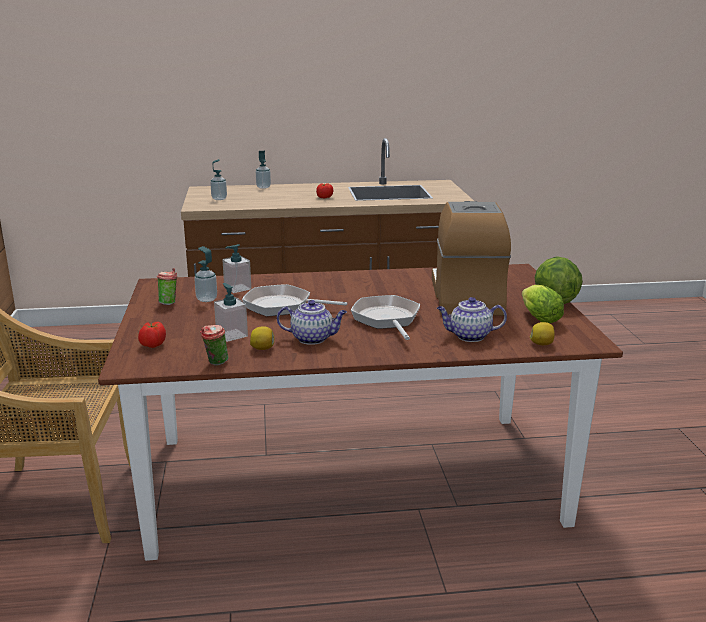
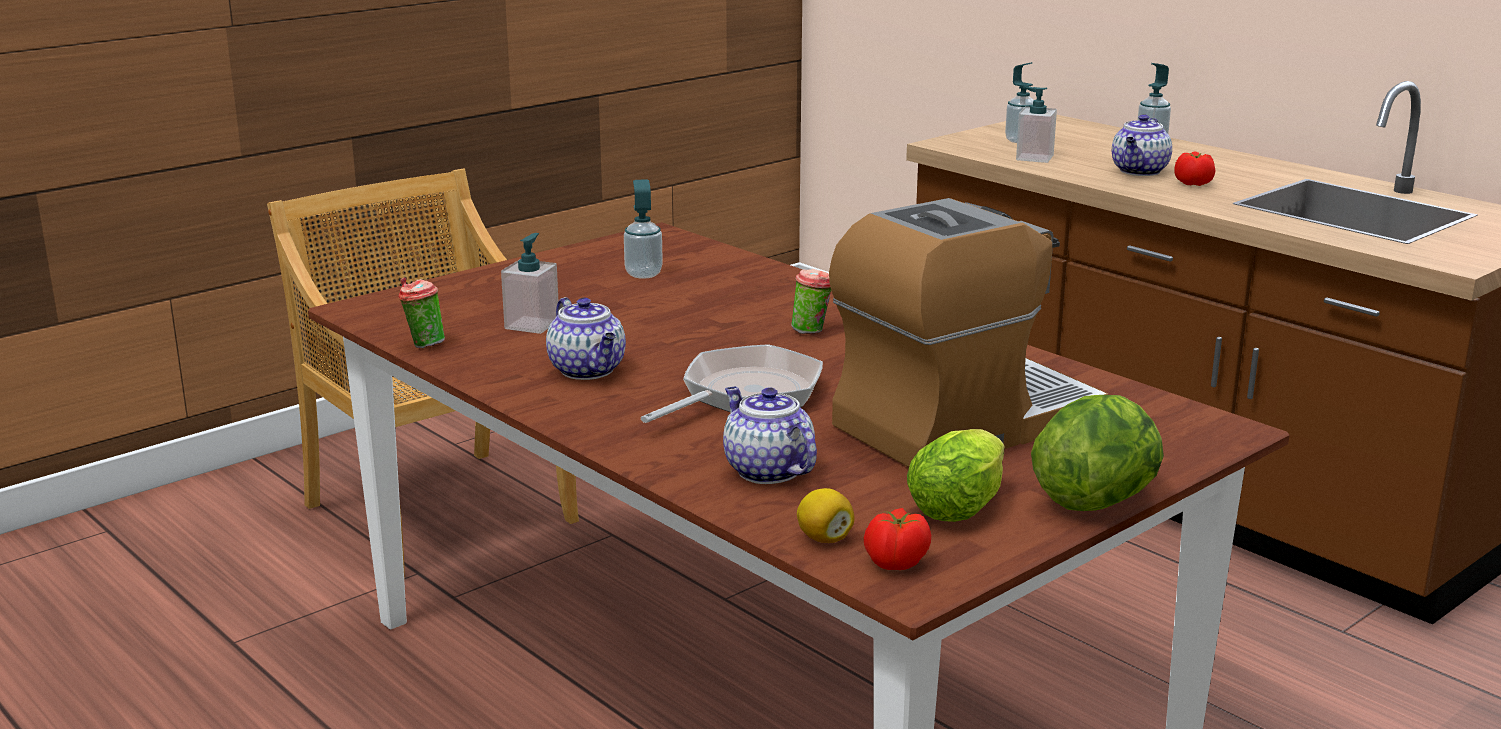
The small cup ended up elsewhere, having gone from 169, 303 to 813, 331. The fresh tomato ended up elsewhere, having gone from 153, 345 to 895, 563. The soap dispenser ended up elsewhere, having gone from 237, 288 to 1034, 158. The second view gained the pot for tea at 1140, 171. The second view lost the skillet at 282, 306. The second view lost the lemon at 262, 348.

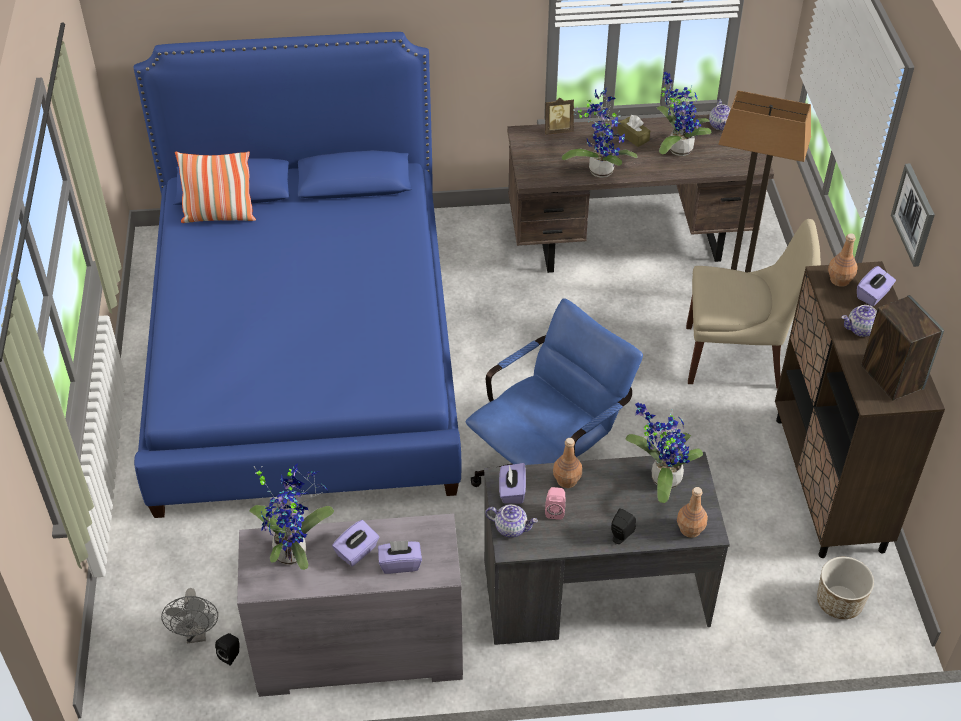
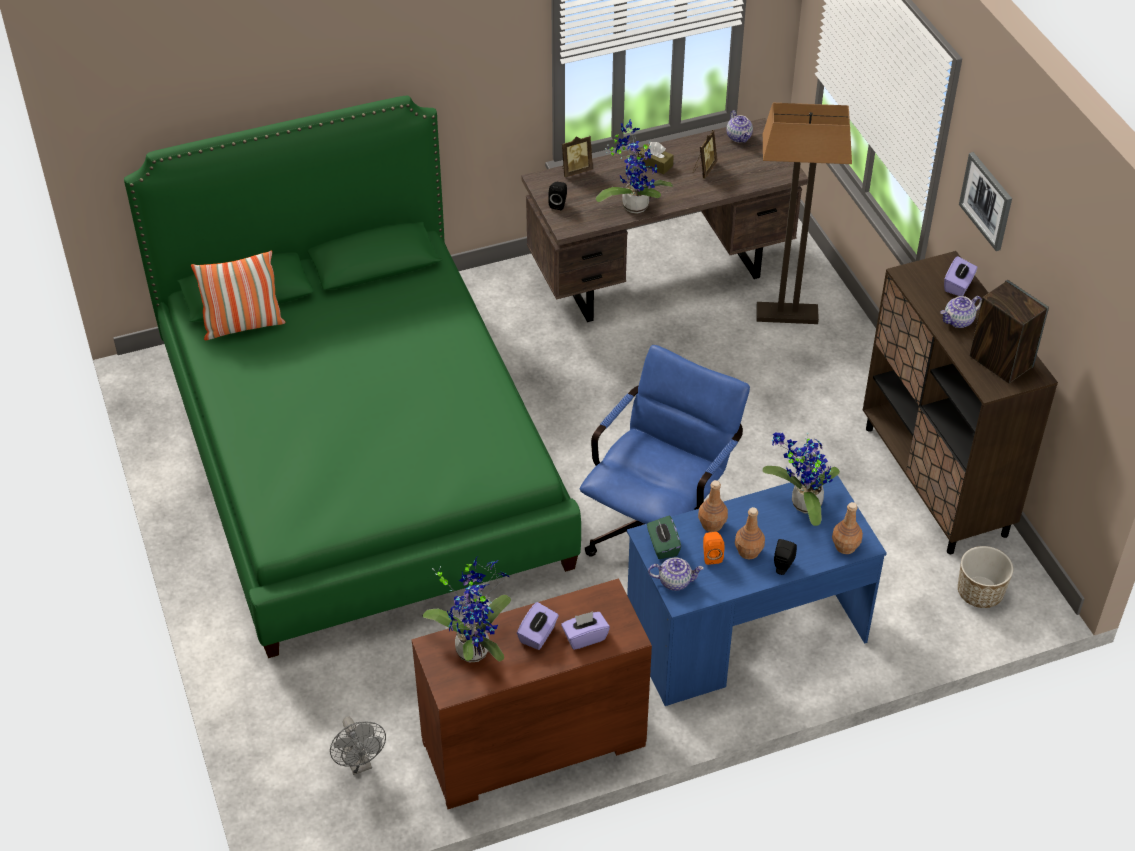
What was the bedroom bed/blue-coloured at 303, 352 turned into the bedroom bed/green-coloured at 360, 455. What was the chest of drawers/gray at 359, 654 turned into the chest of drawers/brownish at 533, 745. The speaker/black ended up elsewhere, having gone from 231, 655 to 558, 204. What was the desk table/gray at 594, 593 turned into the desk table/blue-coloured at 745, 635. What was the tissue box/purple-coloured at 512, 491 turned into the tissue box/green-coloured at 663, 546. Where the potted plant stood at 677, 148, the picture frame came to stand at 704, 169. What was the speaker/pinkish at 555, 511 turned into the speaker/orange-coloured at 711, 556. The bottle/brownish ended up elsewhere, having gone from 839, 280 to 748, 551. The second view lost the chair/beige-coloured at 737, 357.

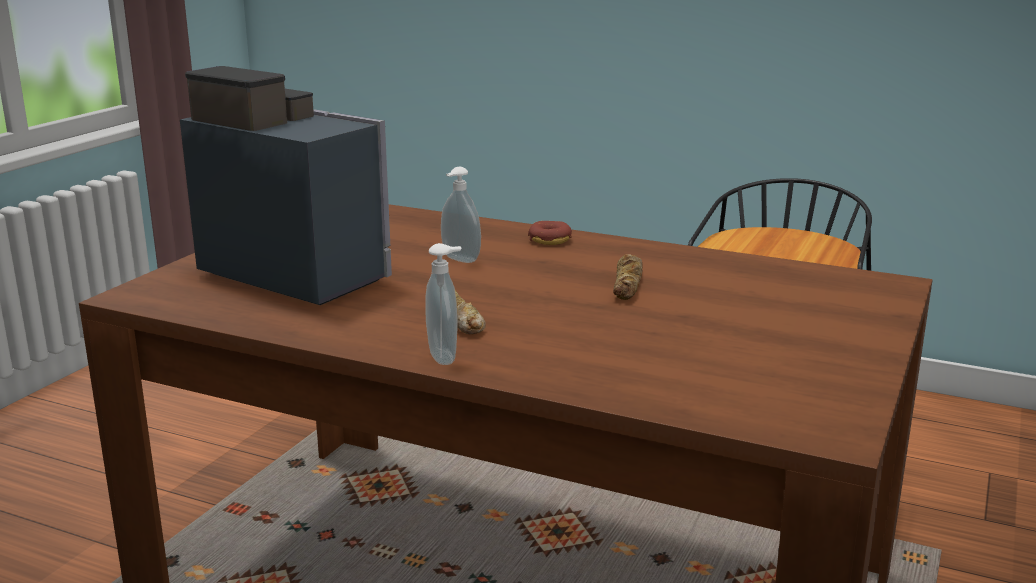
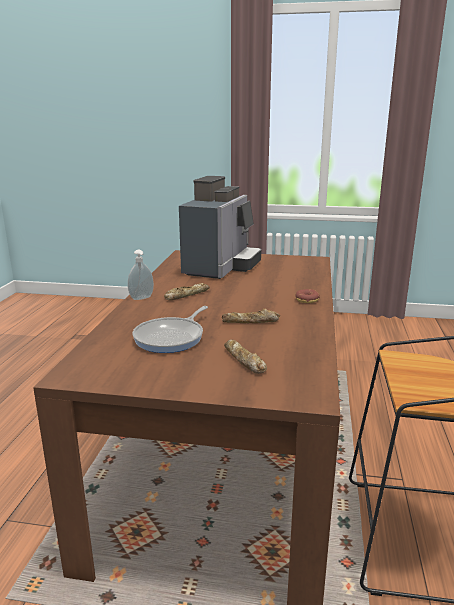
The second view gained the skillet at 171, 338. The second view gained the baked bread at 243, 360. The second view lost the soap dispenser at 459, 260.

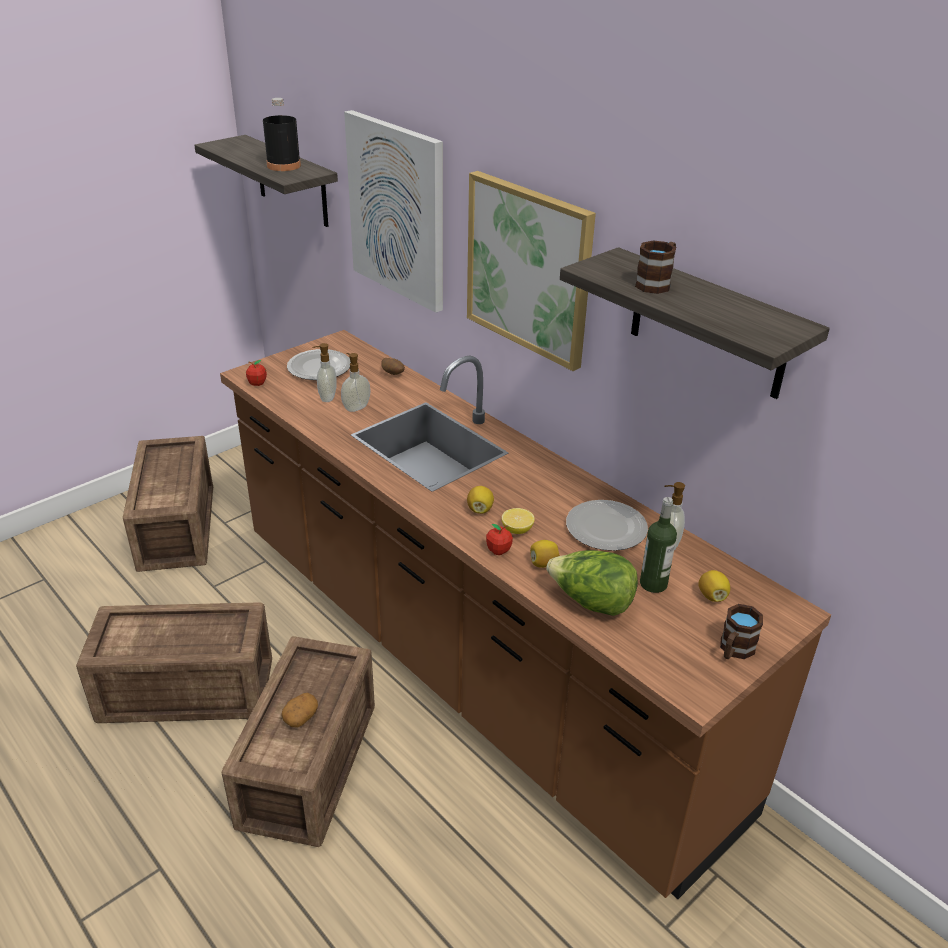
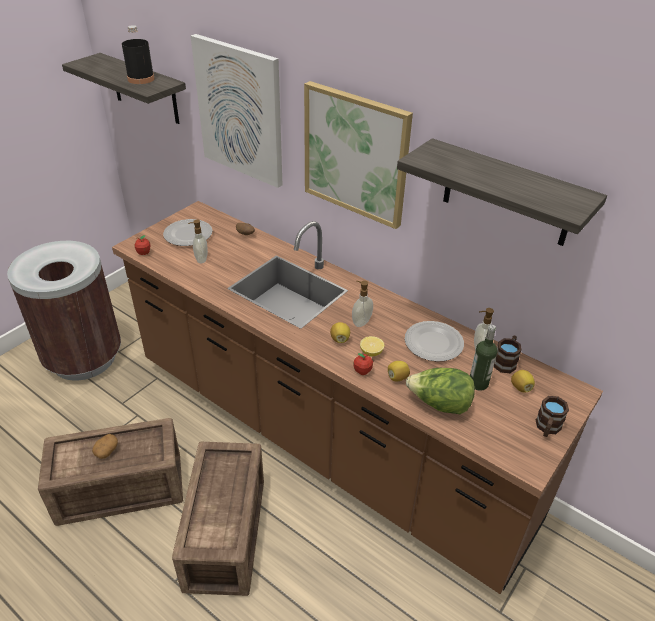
Where the crate stood at 179, 525, the rubbish bin/brownish came to stand at 84, 358. The spud ended up elsewhere, having gone from 300, 716 to 106, 450. The soap dispenser ended up elsewhere, having gone from 356, 407 to 361, 322. The mug/brownish ended up elsewhere, having gone from 656, 283 to 506, 361.

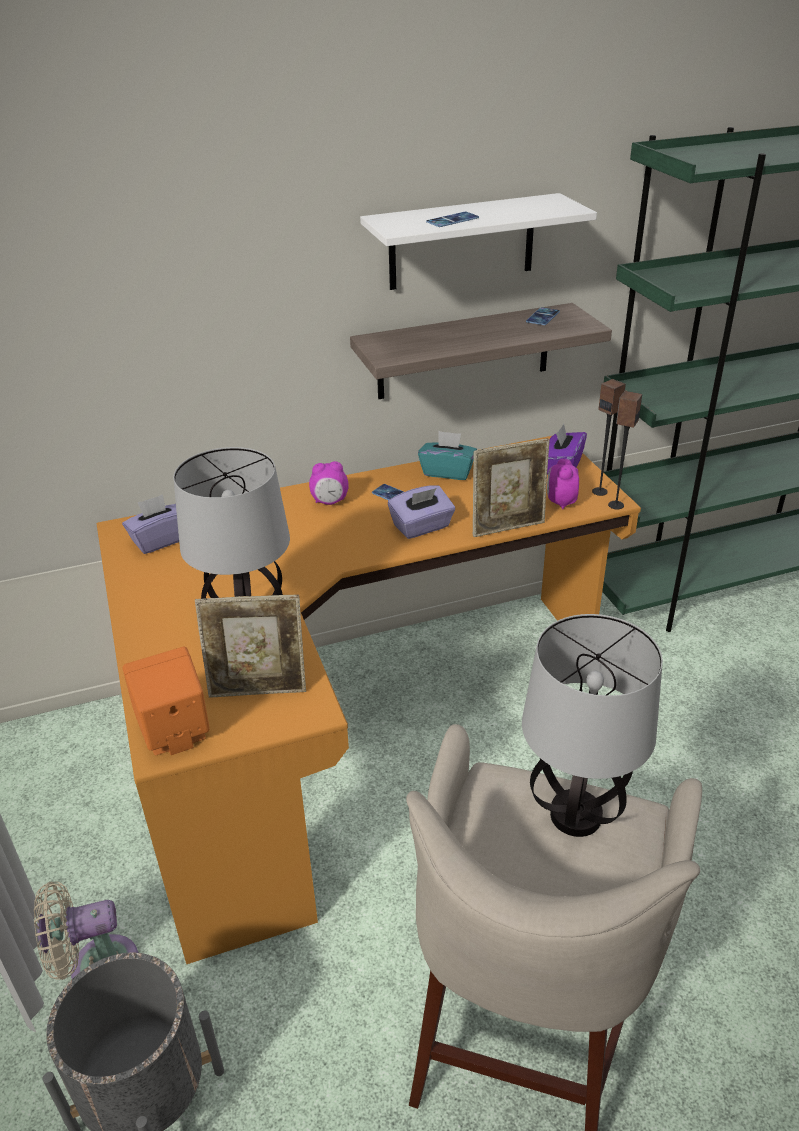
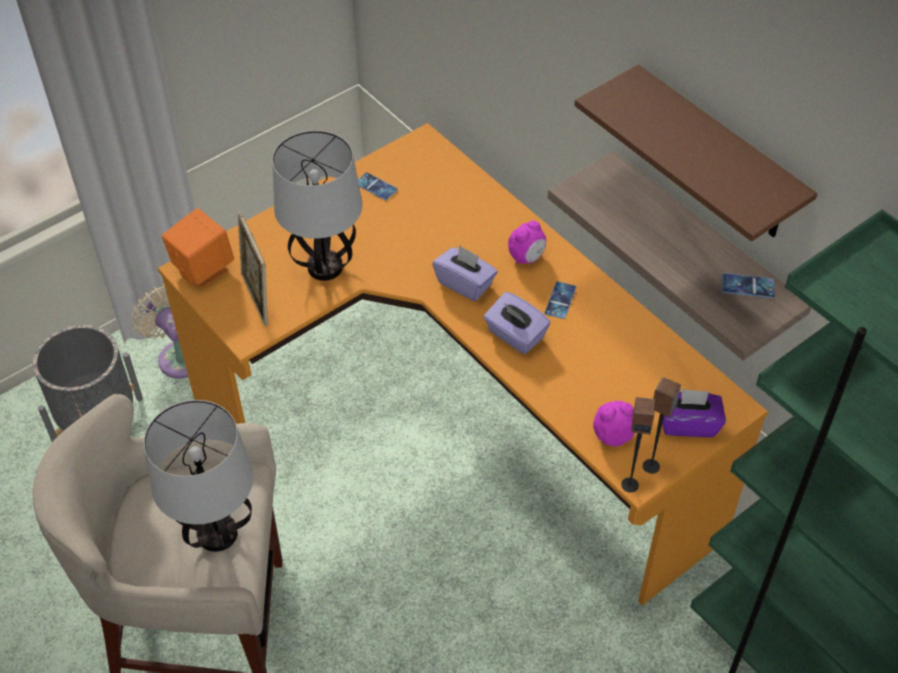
The telephone ended up elsewhere, having gone from 452, 220 to 376, 187. The tissue box/purple-coloured ended up elsewhere, having gone from 160, 540 to 465, 284. The alarm clock at 330, 502 ended up facing another way, 105 degrees counterclockwise from before. What was the bracket shelf/whitish at 462, 242 turned into the bracket shelf/brownish at 717, 157. The second view lost the tissue box/blue-green at 447, 472. The second view lost the picture frame at 508, 527.

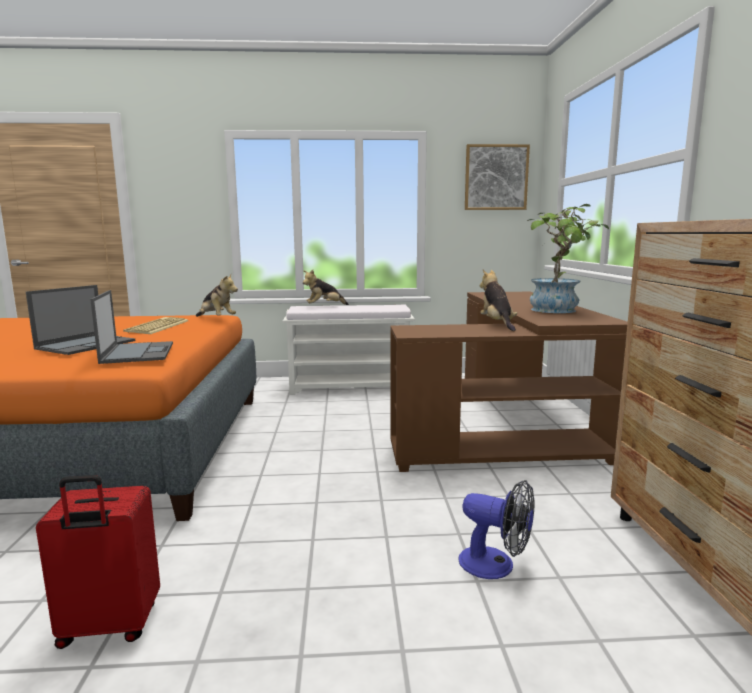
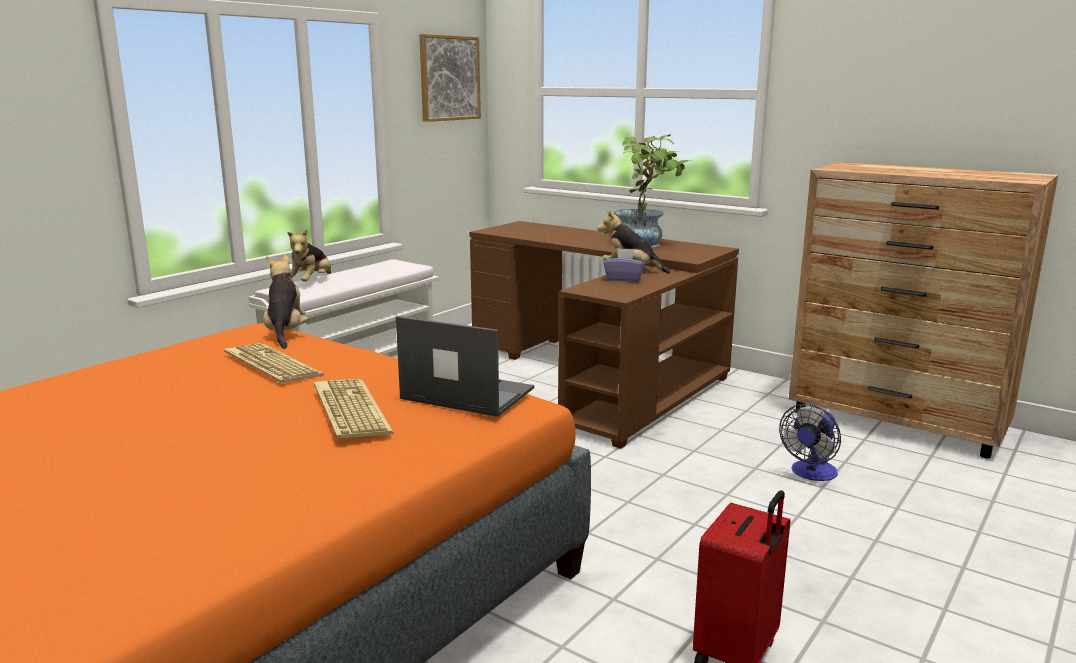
The soft toy at 216, 319 ended up facing another way, 90 degrees counterclockwise from before. Where the laptop stood at 87, 344, the PC keyboard came to stand at 348, 409. The second view gained the tissue box/purple-coloured at 624, 279. The electric fan at 496, 565 ended up facing another way, 150 degrees clockwise from before.

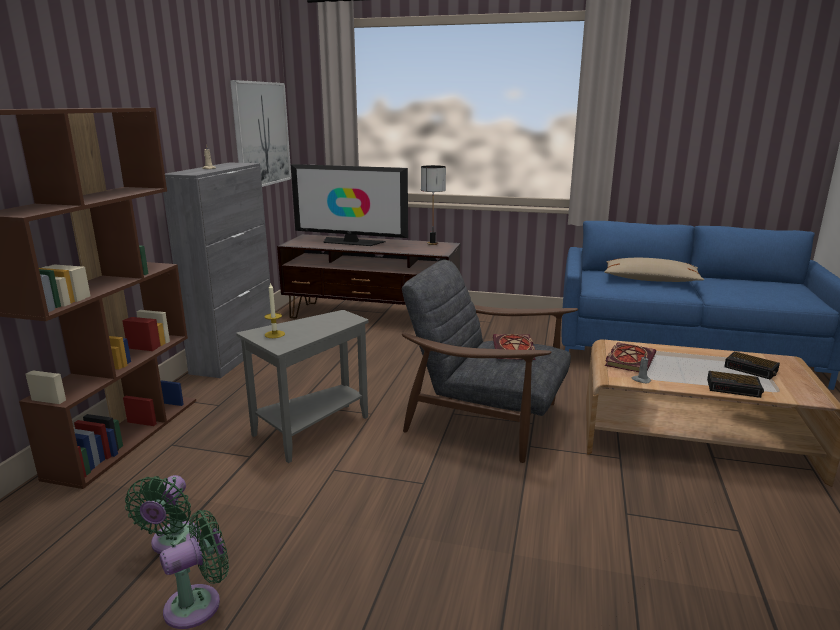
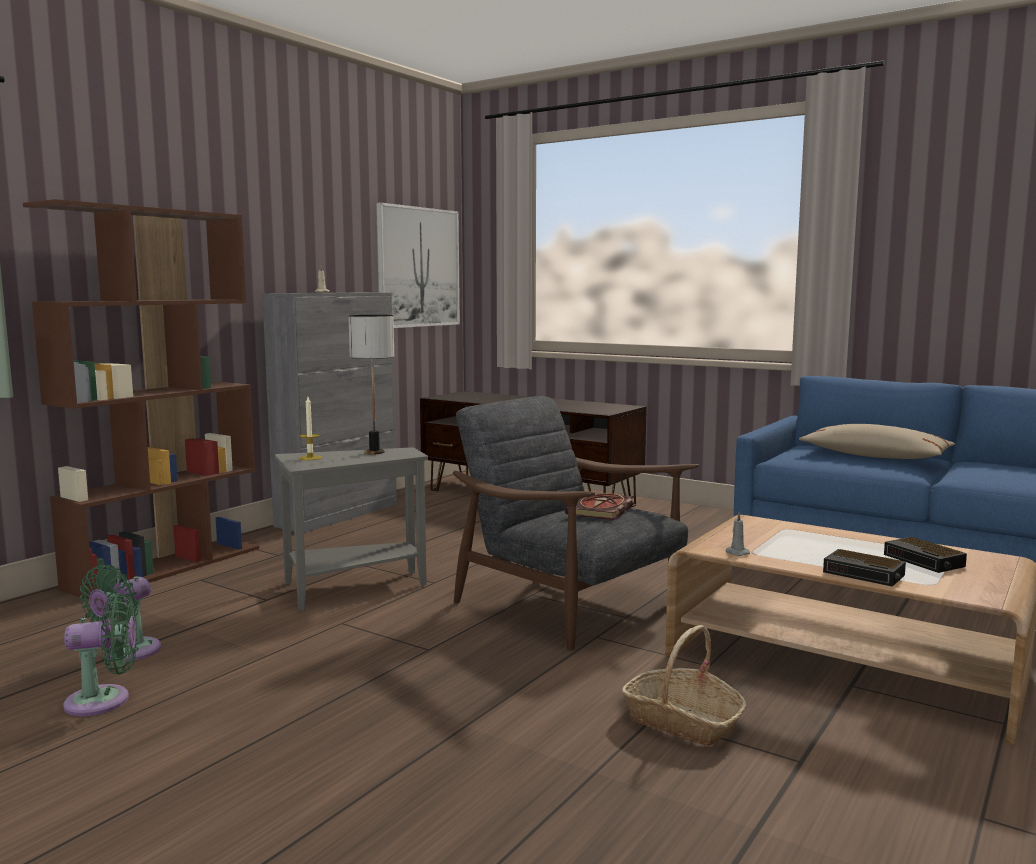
The tabletop lamp ended up elsewhere, having gone from 433, 243 to 375, 452. The second view gained the household basket at 683, 721. The second view lost the TV set at 351, 242. The second view lost the book at 629, 359.

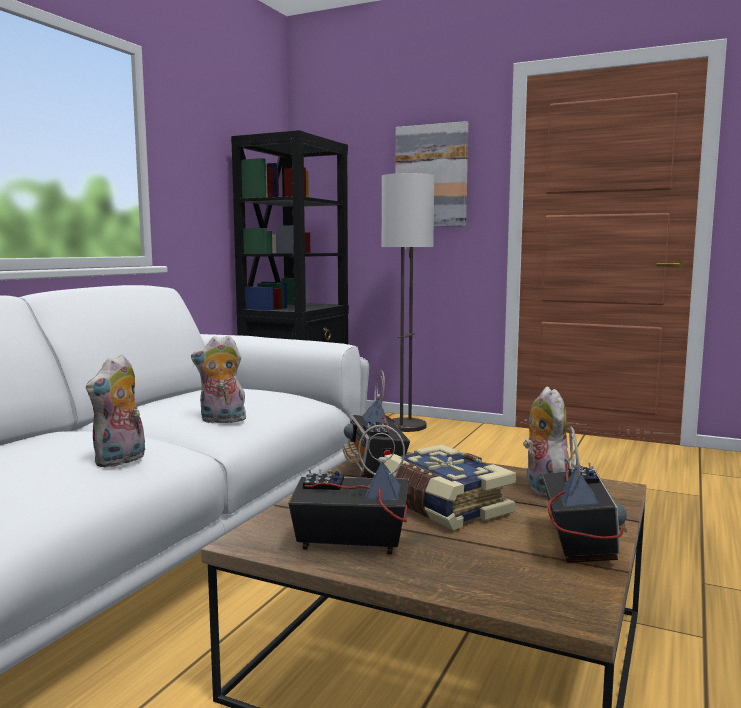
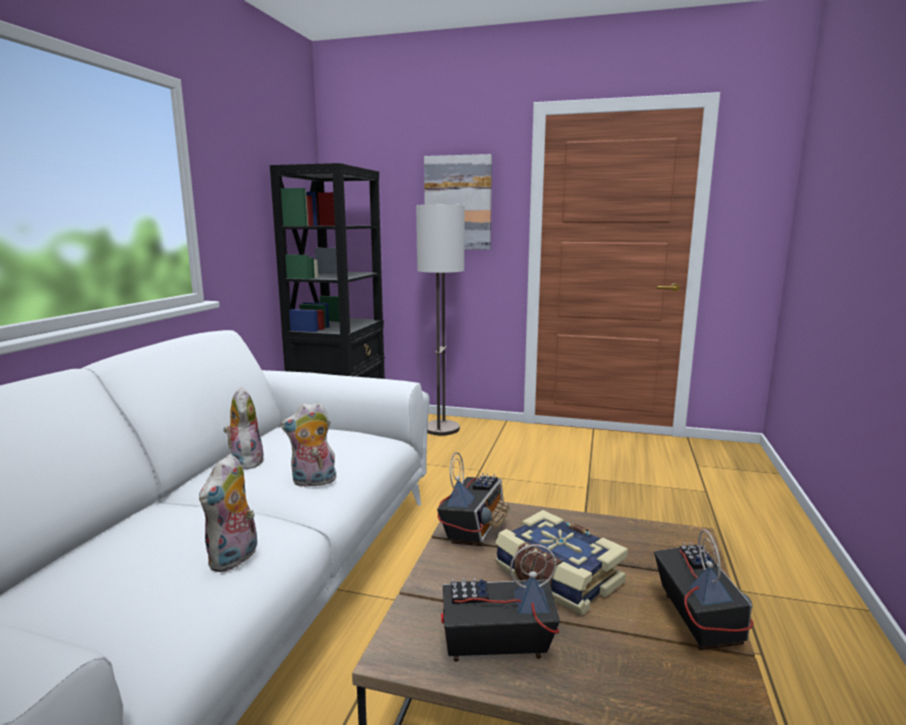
The soft toy ended up elsewhere, having gone from 543, 490 to 245, 461. The radio receiver at 375, 470 ended up facing another way, 135 degrees counterclockwise from before.

